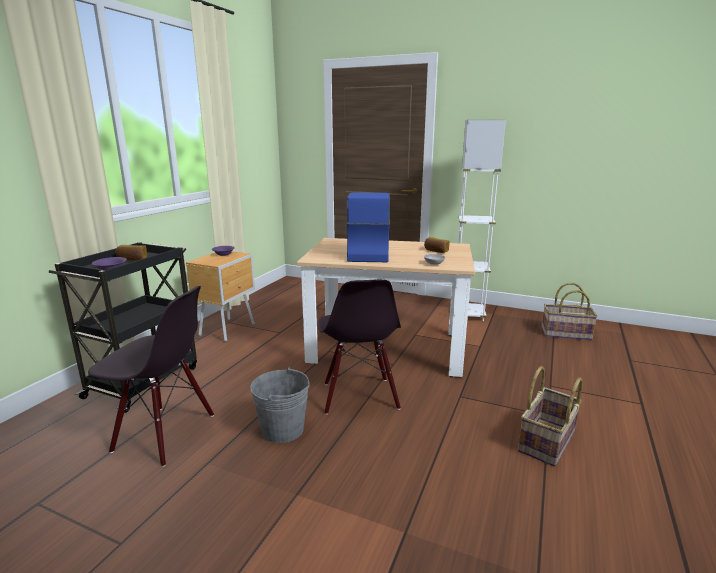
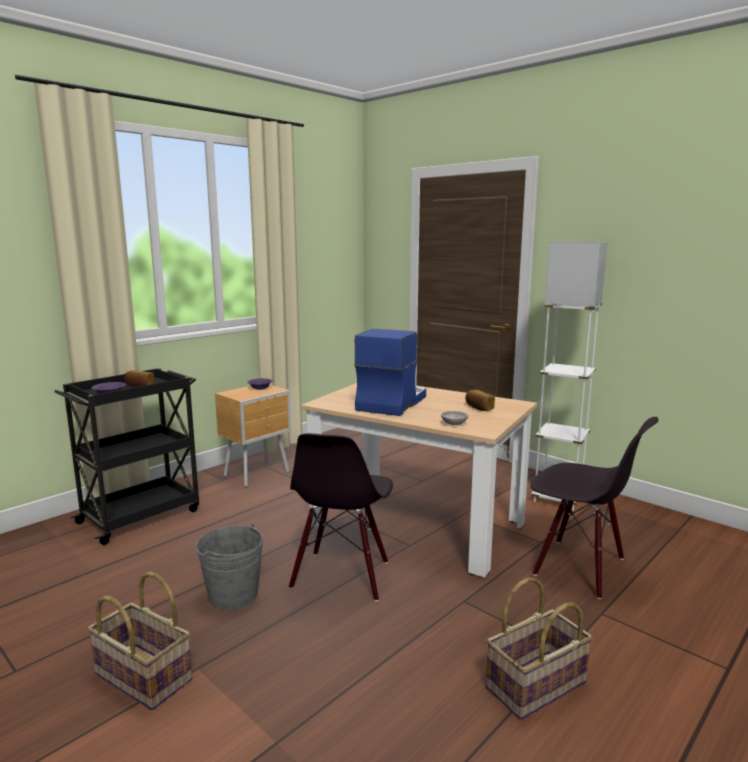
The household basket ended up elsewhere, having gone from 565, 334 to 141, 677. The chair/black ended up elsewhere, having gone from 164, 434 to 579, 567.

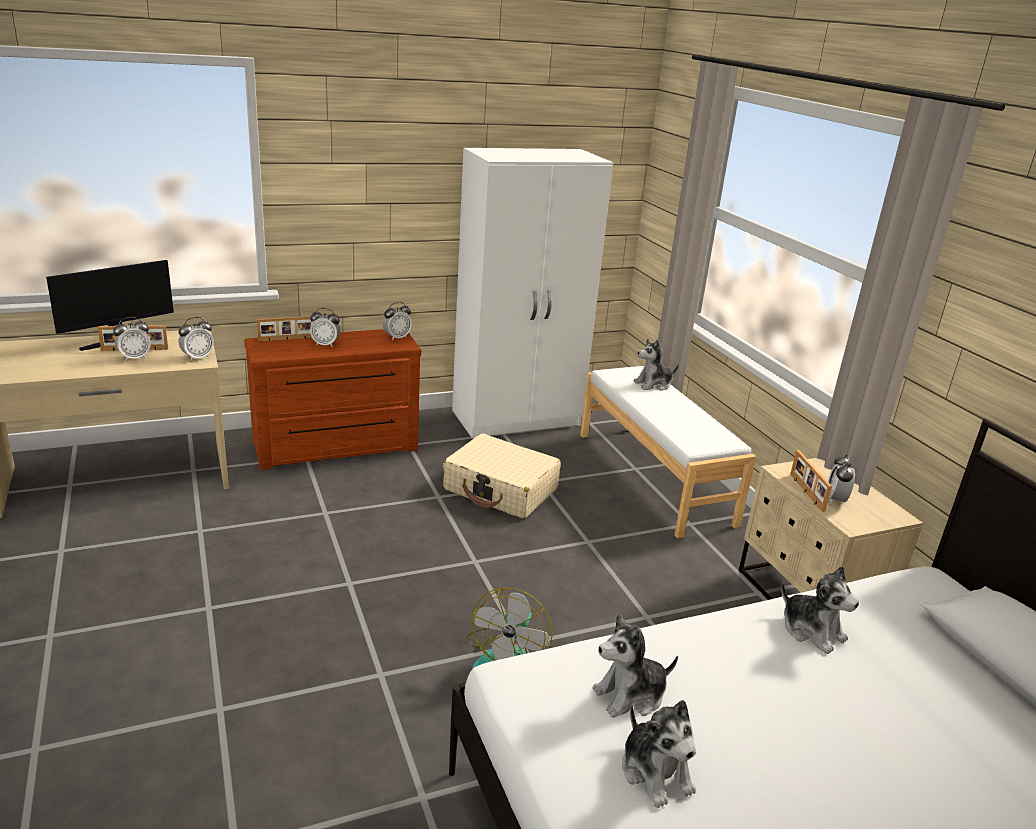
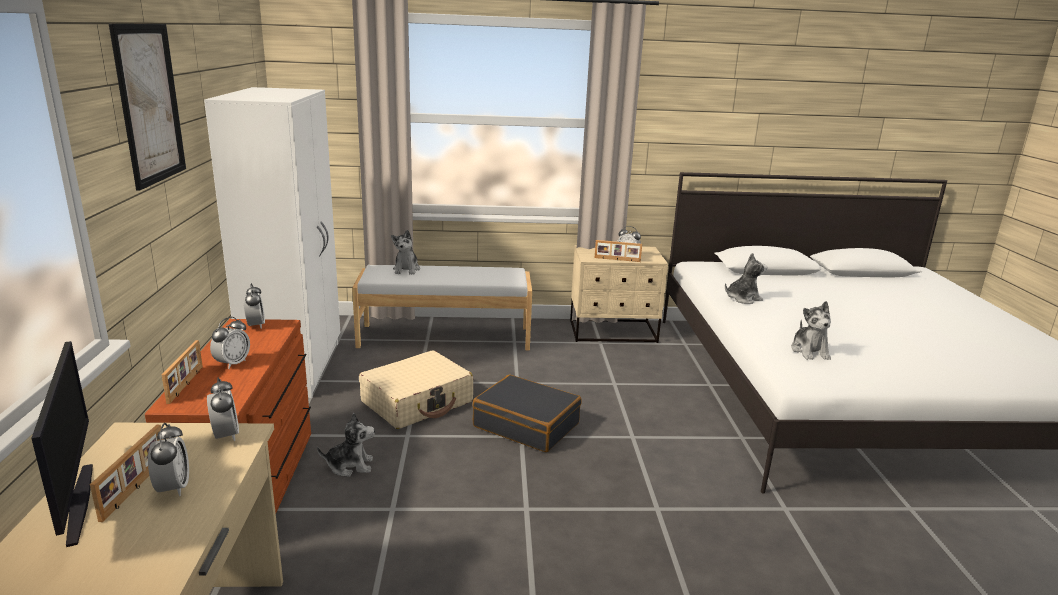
The second view gained the wall picture at 149, 104. The soft toy ended up elsewhere, having gone from 655, 772 to 350, 466. The second view gained the piece of luggage/black at 526, 425. The second view lost the electric fan at 505, 656.

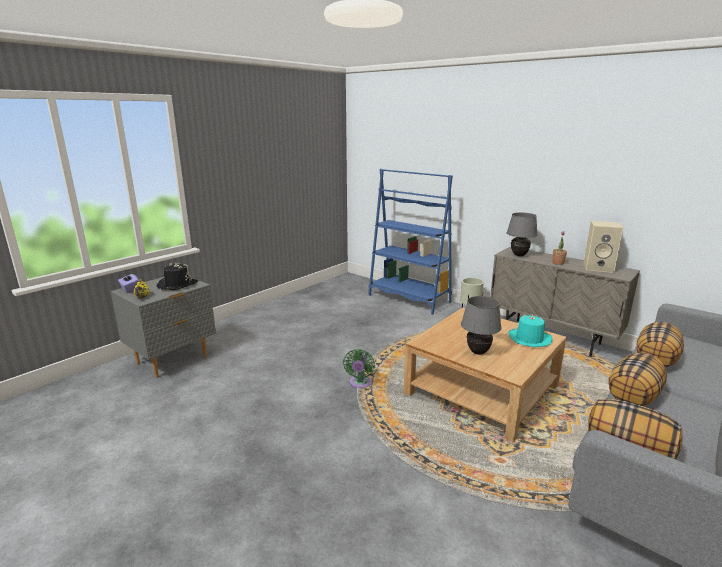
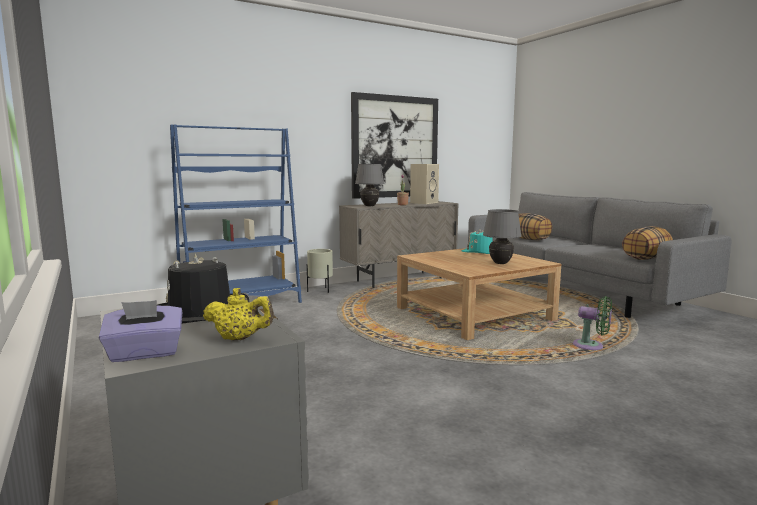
The second view gained the wall picture at 395, 147. The electric fan/green-coloured ended up elsewhere, having gone from 360, 384 to 591, 346. The second view lost the pillow at 633, 397.

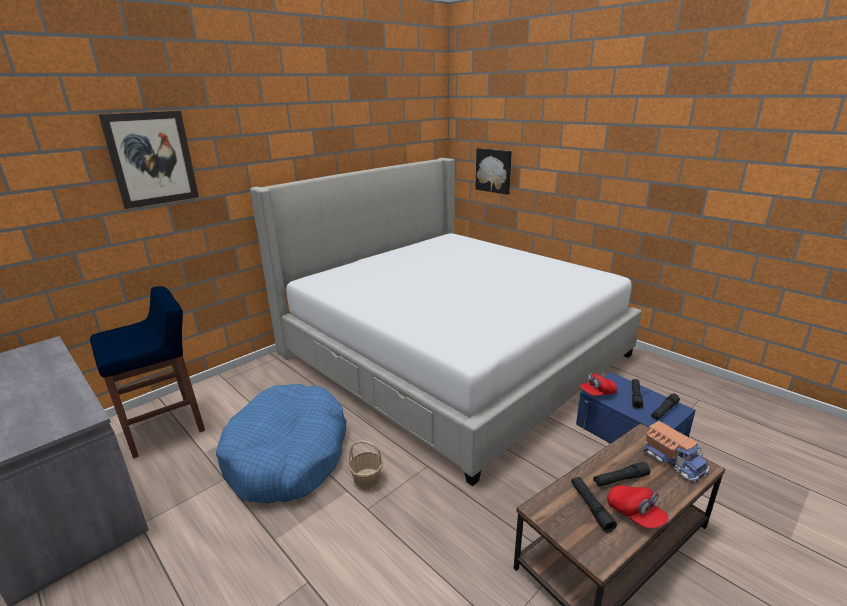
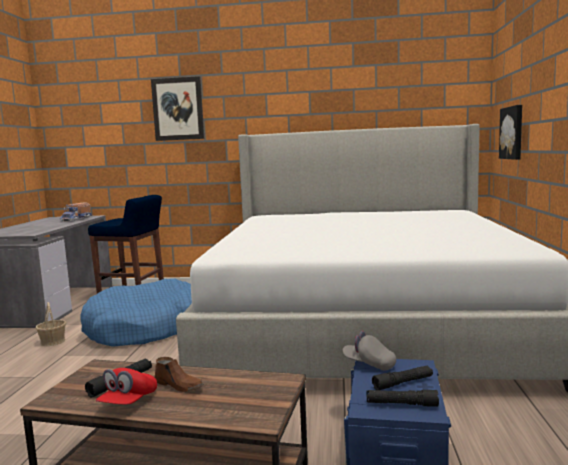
The household basket ended up elsewhere, having gone from 367, 480 to 53, 341. The model truck ended up elsewhere, having gone from 674, 461 to 77, 219. Where the hand torch/black stood at 620, 479, the item of footwear/brownish came to stand at 179, 385. What was the peaked cap/red at 597, 393 turned into the peaked cap/gray at 369, 364.

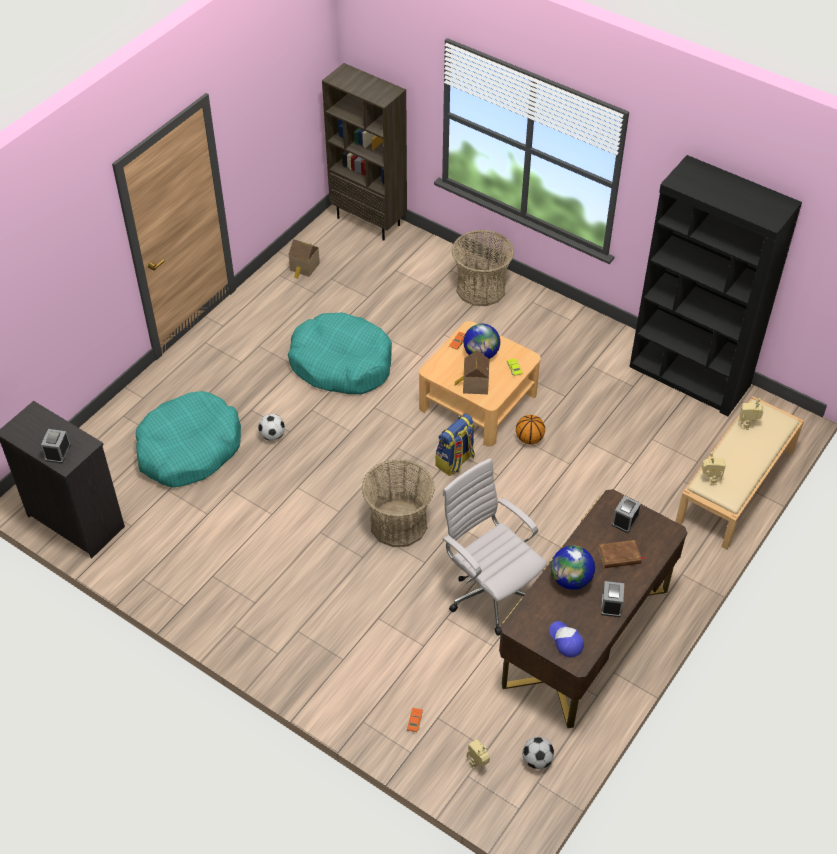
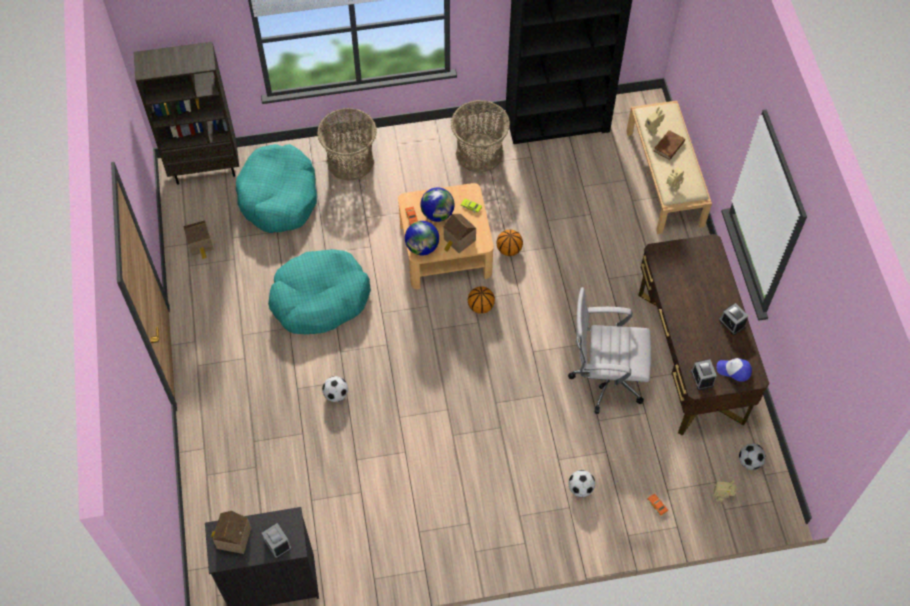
The second view gained the model house at 232, 538. The dog bed/blue-green ended up elsewhere, having gone from 189, 449 to 279, 196. The globe ended up elsewhere, having gone from 571, 580 to 422, 247. The household basket ended up elsewhere, having gone from 398, 523 to 479, 153. Where the backpack stood at 455, 461, the basketball came to stand at 481, 307. The second view gained the football at 580, 488. The book/brownish ended up elsewhere, having gone from 619, 556 to 669, 146. The alarm clock ended up elsewhere, having gone from 625, 520 to 702, 378.

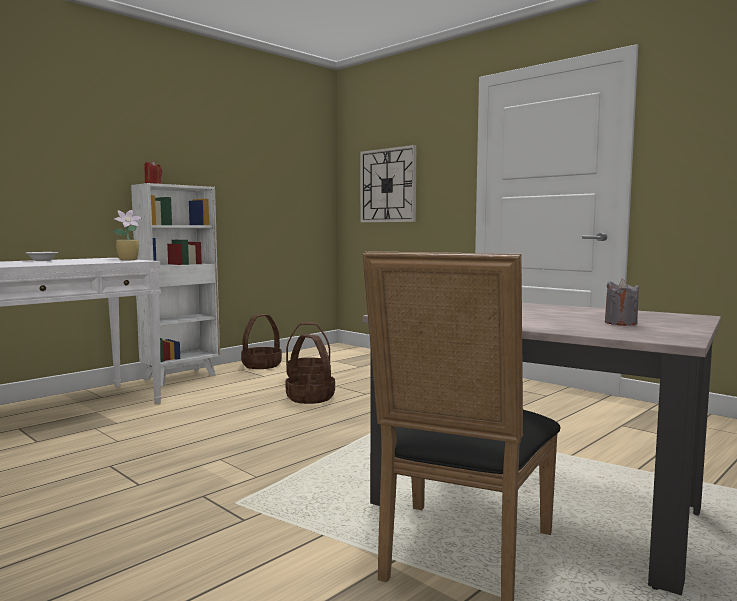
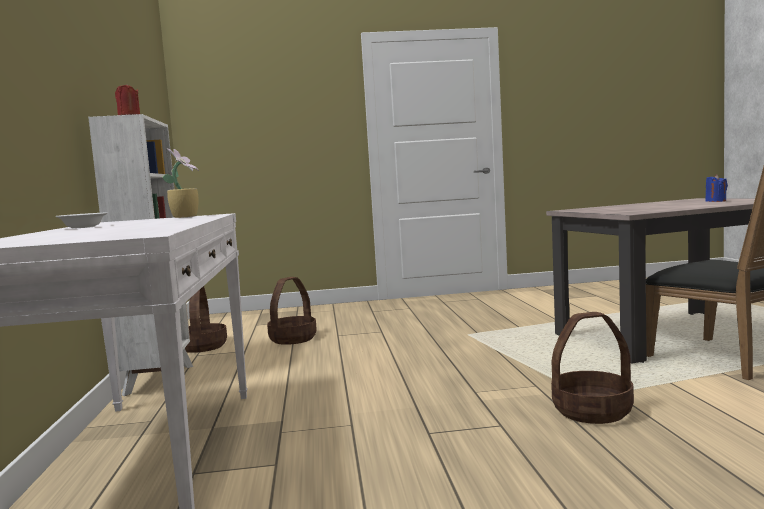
The household basket ended up elsewhere, having gone from 310, 398 to 592, 411. What was the wax candle/gray at 620, 323 turned into the wax candle/blue-coloured at 715, 201. The second view lost the clock on the wall at 388, 185.

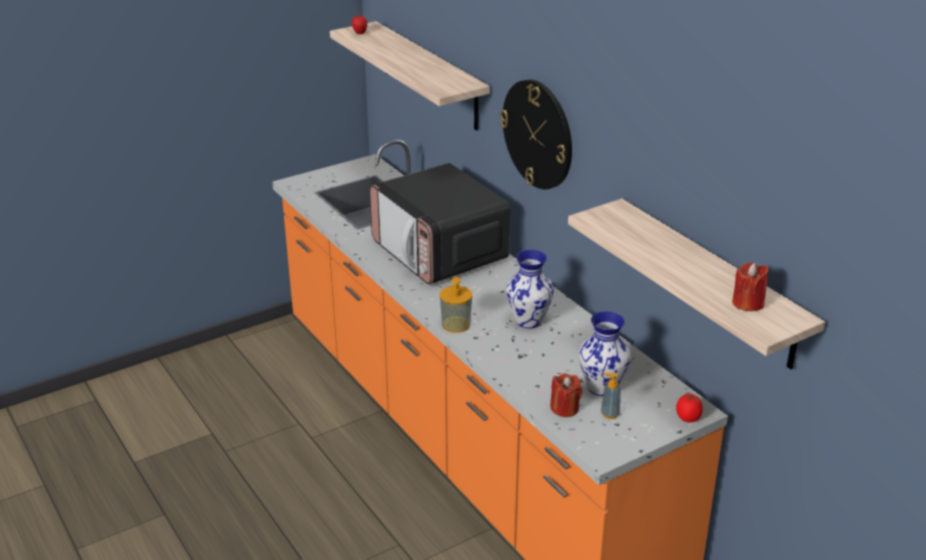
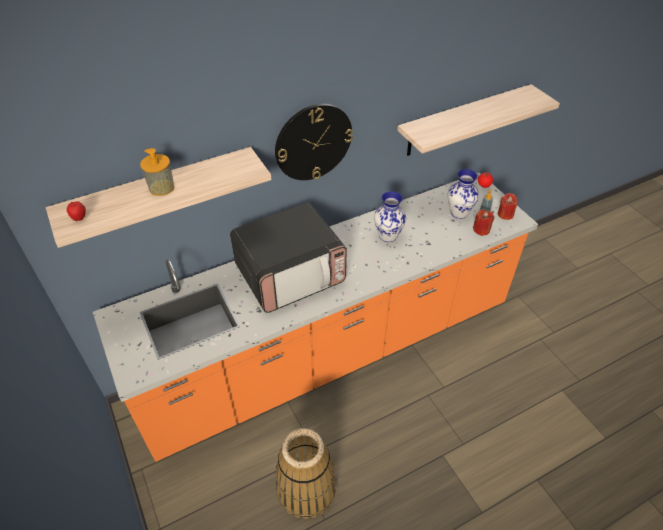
The soap dispenser ended up elsewhere, having gone from 456, 324 to 162, 188. The second view gained the household basket at 306, 488. The wax candle/red ended up elsewhere, having gone from 748, 303 to 505, 214.

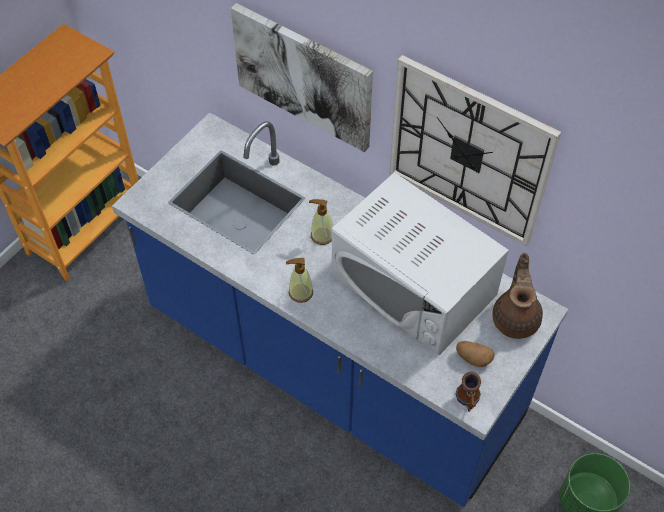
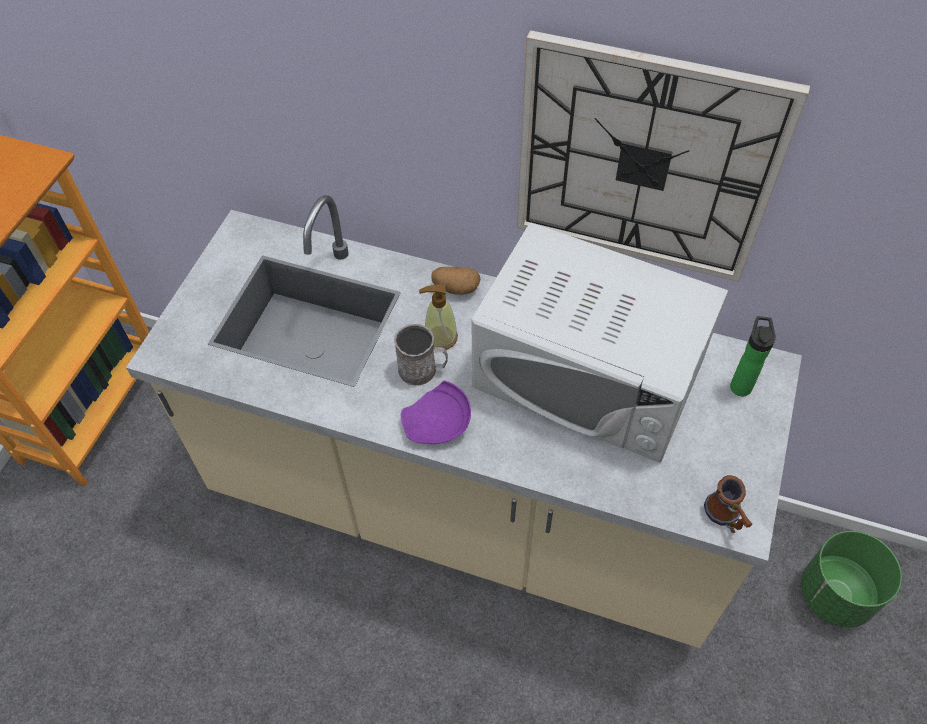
What was the counter/blue-coloured at 332, 367 turned into the counter/beige-coloured at 466, 507. The second view gained the mug/gray at 423, 370. Where the soap dispenser stood at 300, 292, the flat dish/purple-coloured came to stand at 438, 424. The spud ended up elsewhere, having gone from 473, 358 to 455, 288. Where the pot for tea/brownish stood at 516, 318, the bottle came to stand at 740, 384. The second view lost the wall picture at 304, 76.

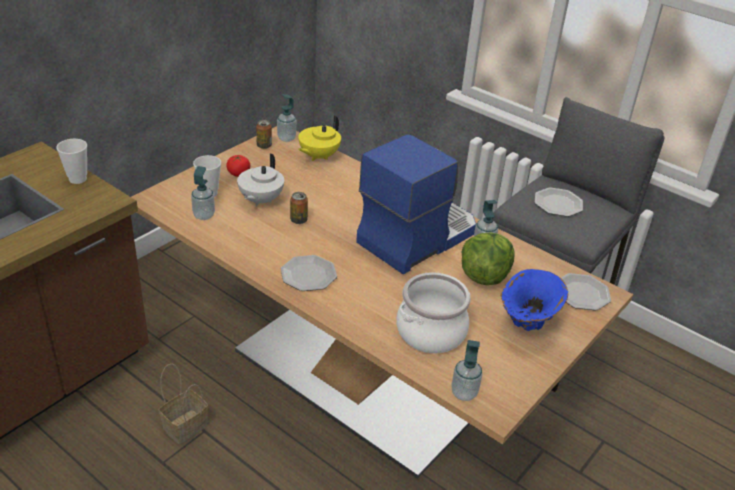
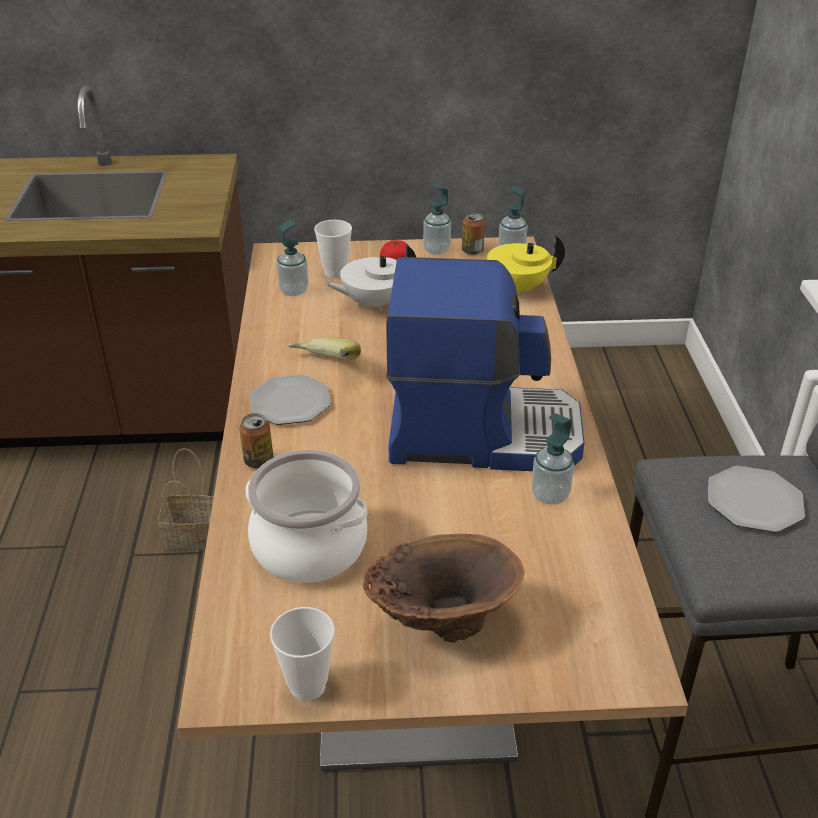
The can ended up elsewhere, having gone from 298, 220 to 258, 461. The small cup ended up elsewhere, having gone from 78, 179 to 307, 685. The second view gained the banana at 324, 367. What was the flower vase/blue-coloured at 526, 324 turned into the flower vase/brownish at 441, 623. The soap dispenser ended up elsewhere, having gone from 464, 393 to 436, 250. The second view lost the lettuce head at 484, 276. The second view lost the flat dish at 582, 294.

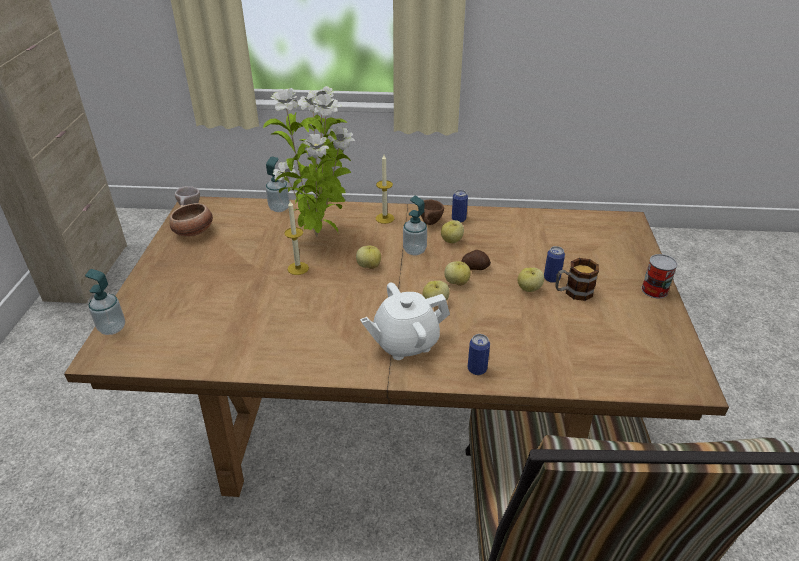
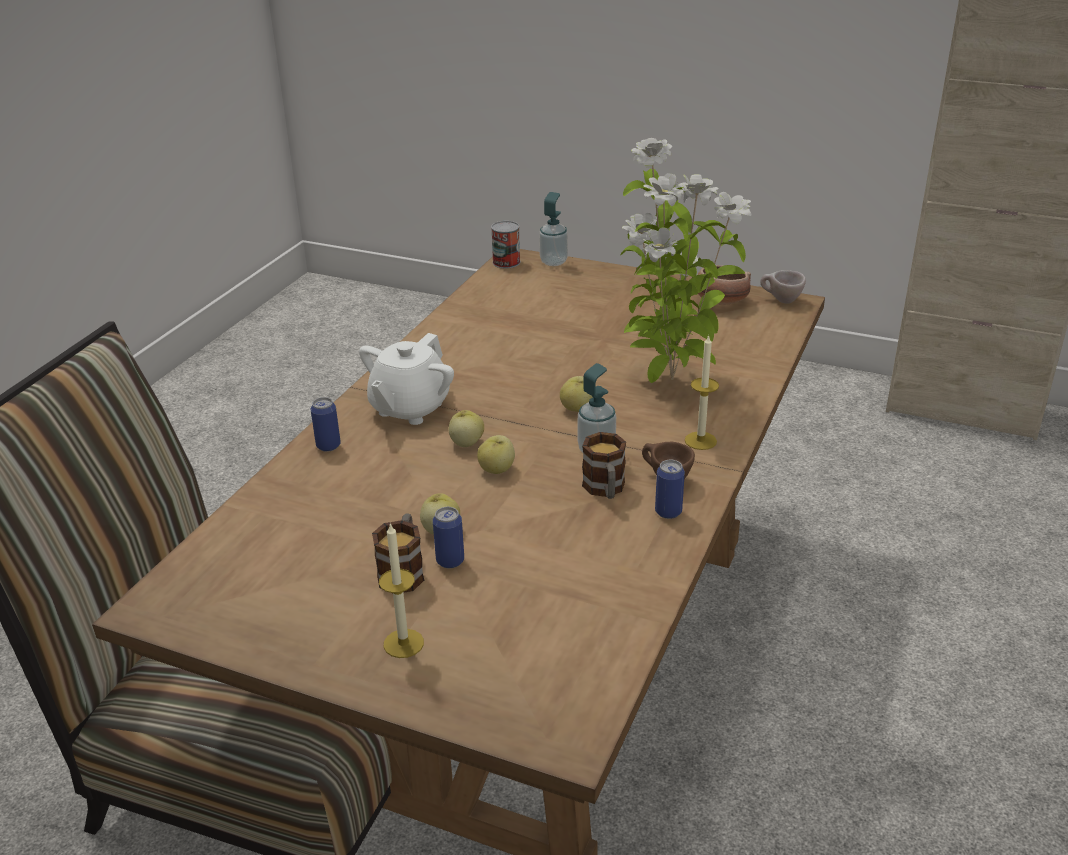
The pot for tea/whitish at 405, 343 ended up facing another way, 150 degrees counterclockwise from before. The wax candle ended up elsewhere, having gone from 298, 268 to 403, 643. The can ended up elsewhere, having gone from 654, 290 to 506, 262. Where the apple stood at 452, 241, the mug came to stand at 605, 490. The second view lost the soap dispenser at 279, 208. The second view lost the spud at 474, 267.

